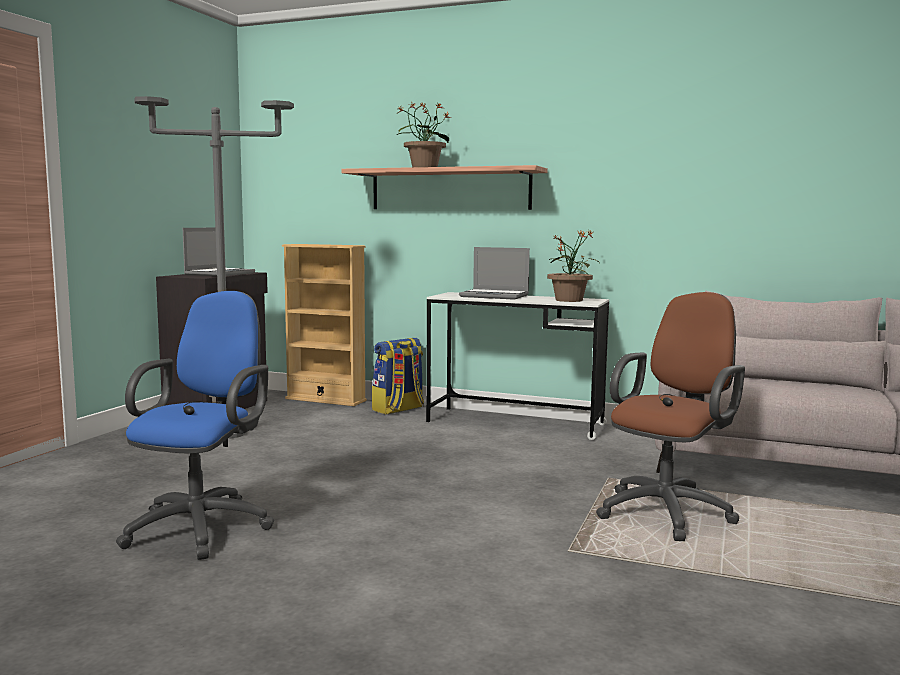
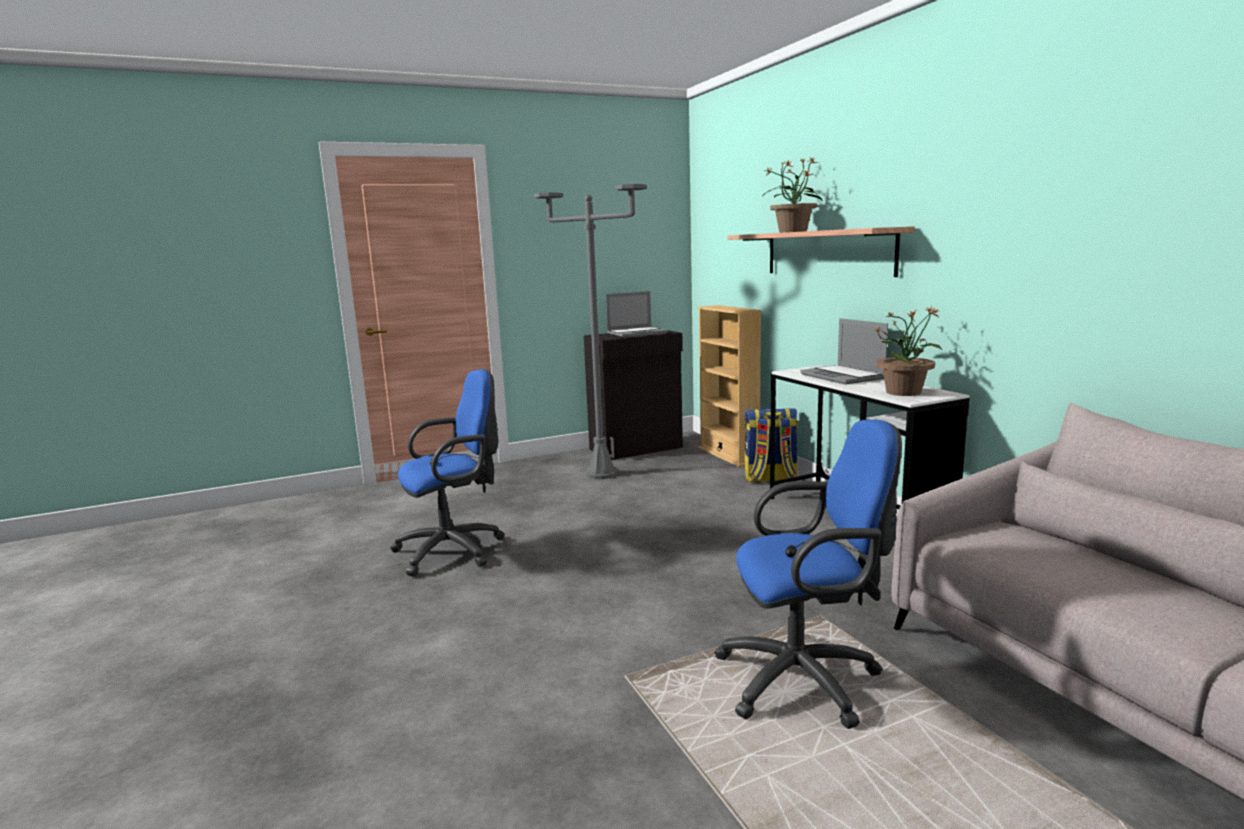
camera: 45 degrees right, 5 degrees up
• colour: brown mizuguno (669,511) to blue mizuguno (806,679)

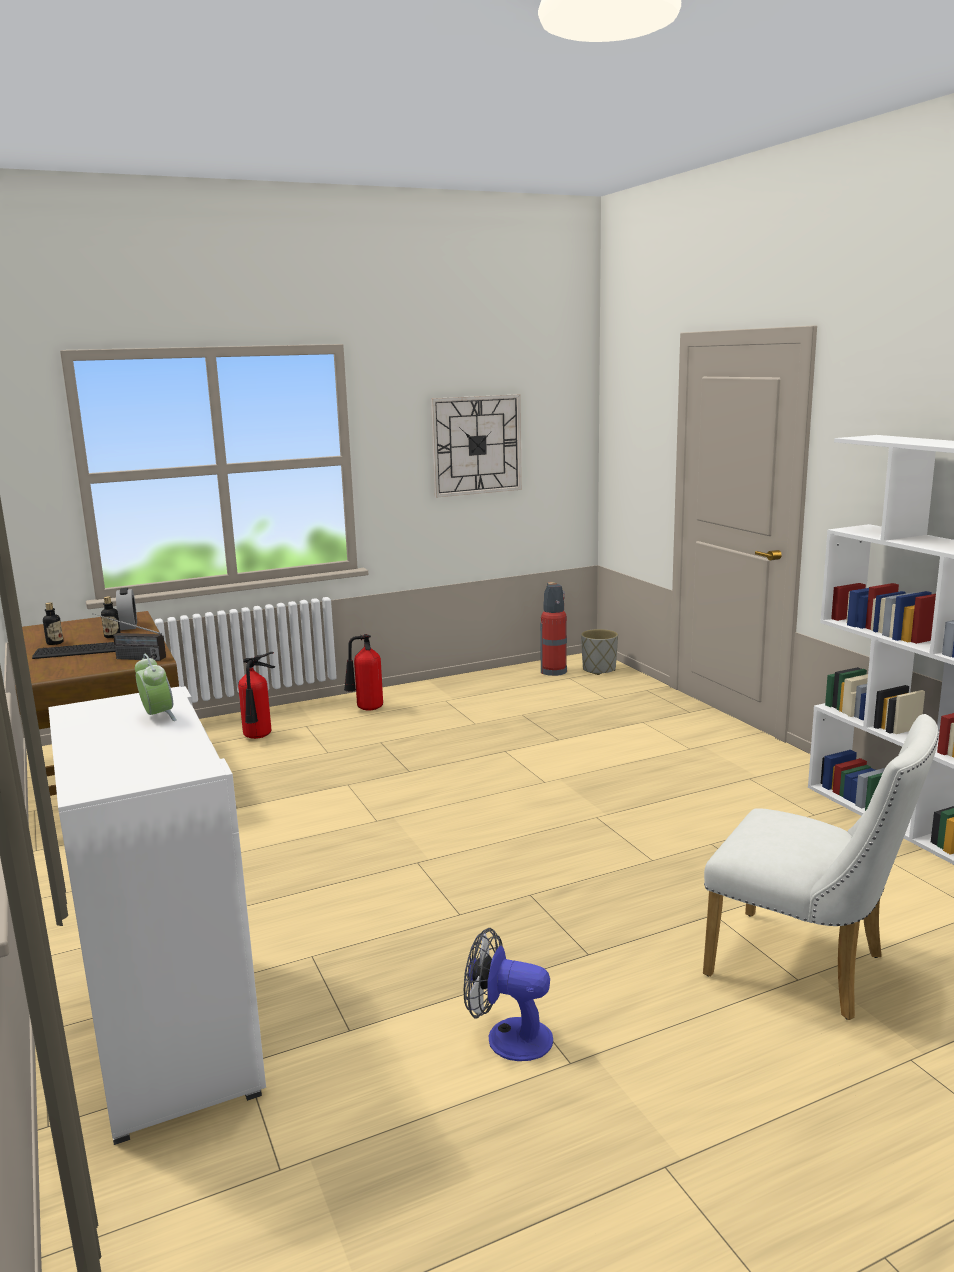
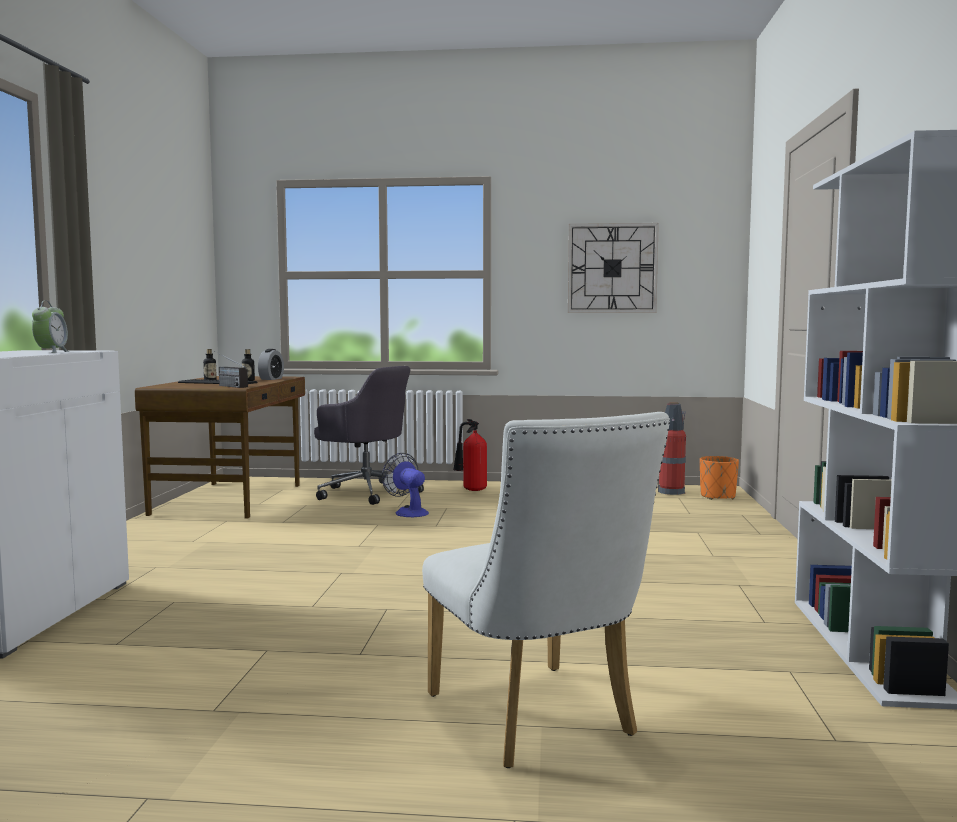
camera: 30 degrees right, 10 degrees down
• exchanged: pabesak (258,738) to grey mizuguno (366,492)
• relocated: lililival (508,1037) to (408,512)
• colour: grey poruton (599,670) to orange poruton (718,496)

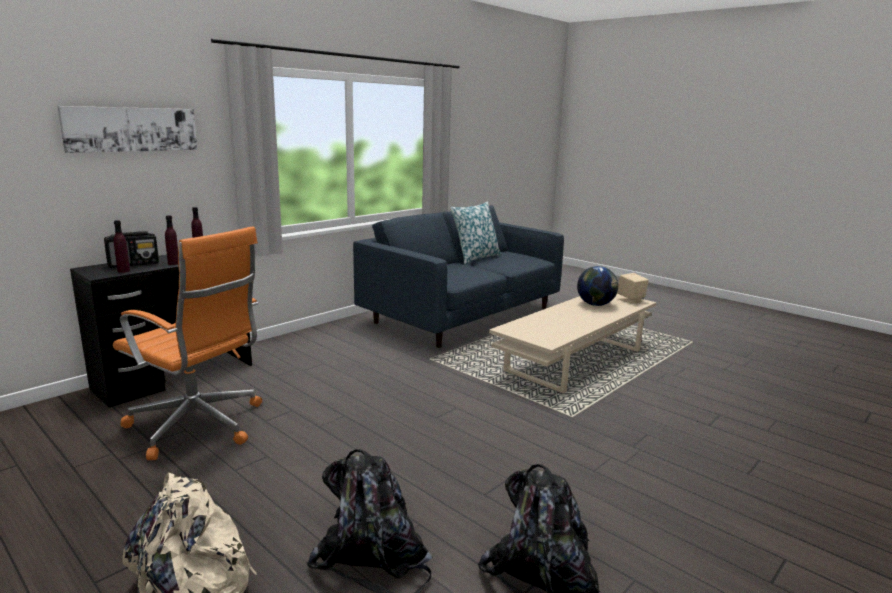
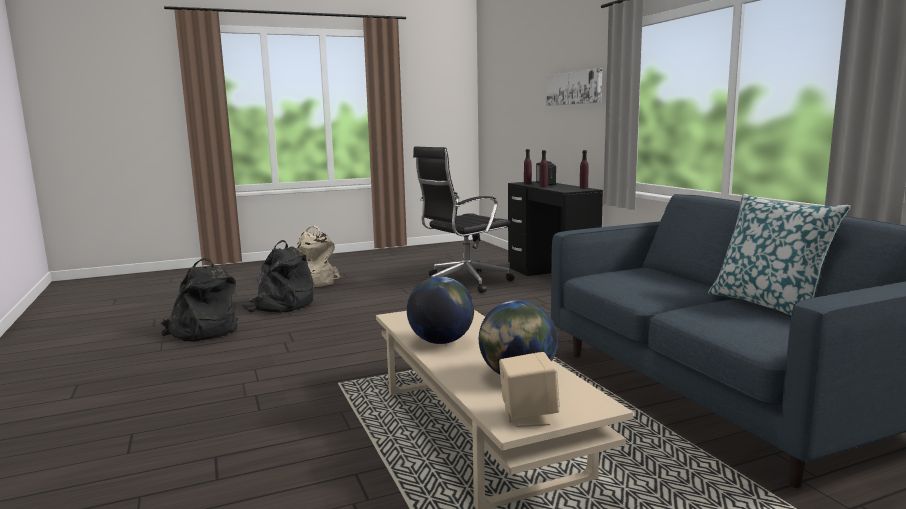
camera: 115 degrees right, 5 degrees down
• colour: orange mizuguno (198,426) to black mizuguno (463,282)
• appeared: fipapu (441,341)

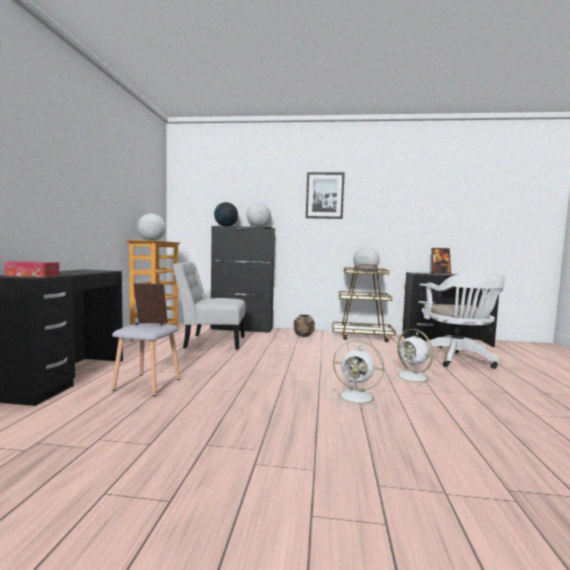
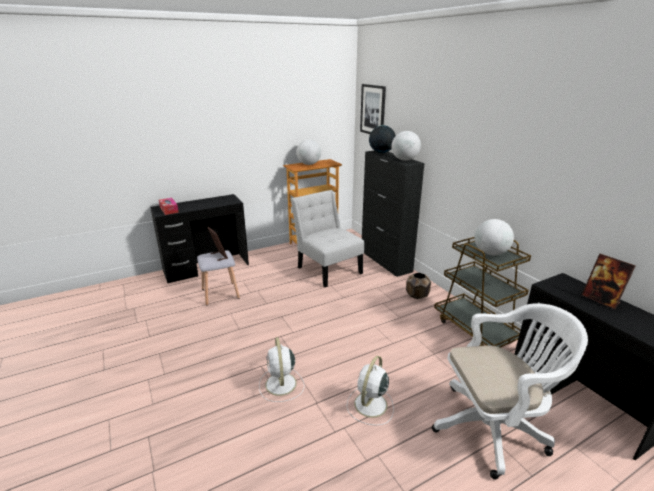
camera: 55 degrees right, 20 degrees up
• relocated: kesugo (324,195) to (373,110)
• spun: white mizuguno (457,359) = (494,427) 150 degrees counterclockwise

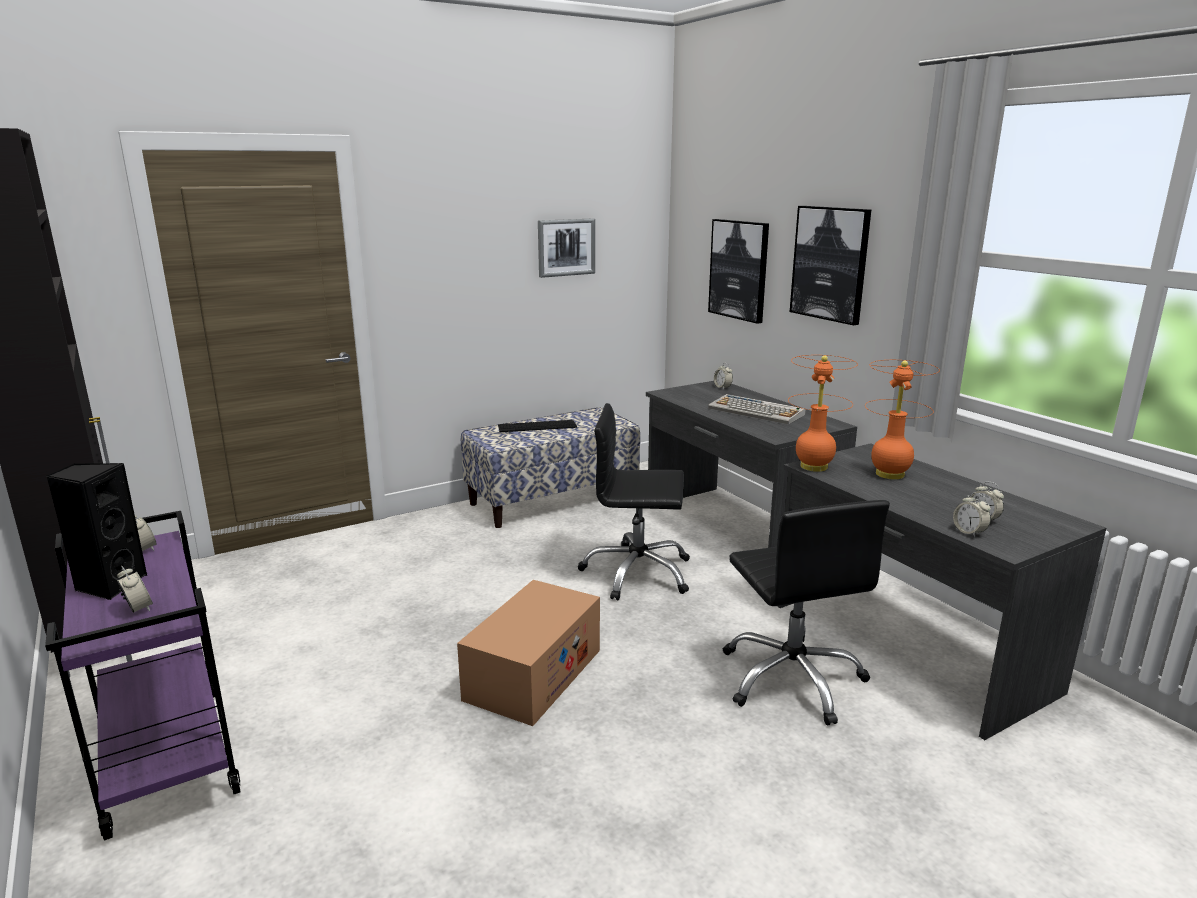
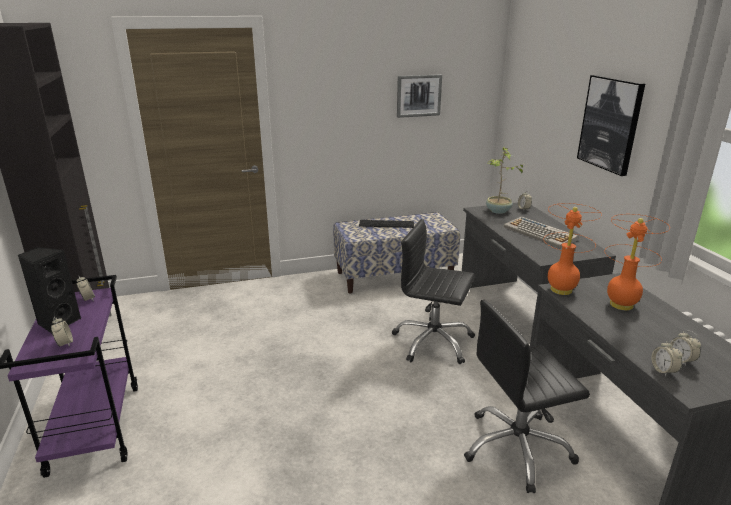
camera: 15 degrees right, 5 degrees up
• missing: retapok (533,674)
• missing: kesugo (739,270)
• spun: black mizuguno (792,678) = (517,448) 75 degrees clockwise
• appeared: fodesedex (498,211)

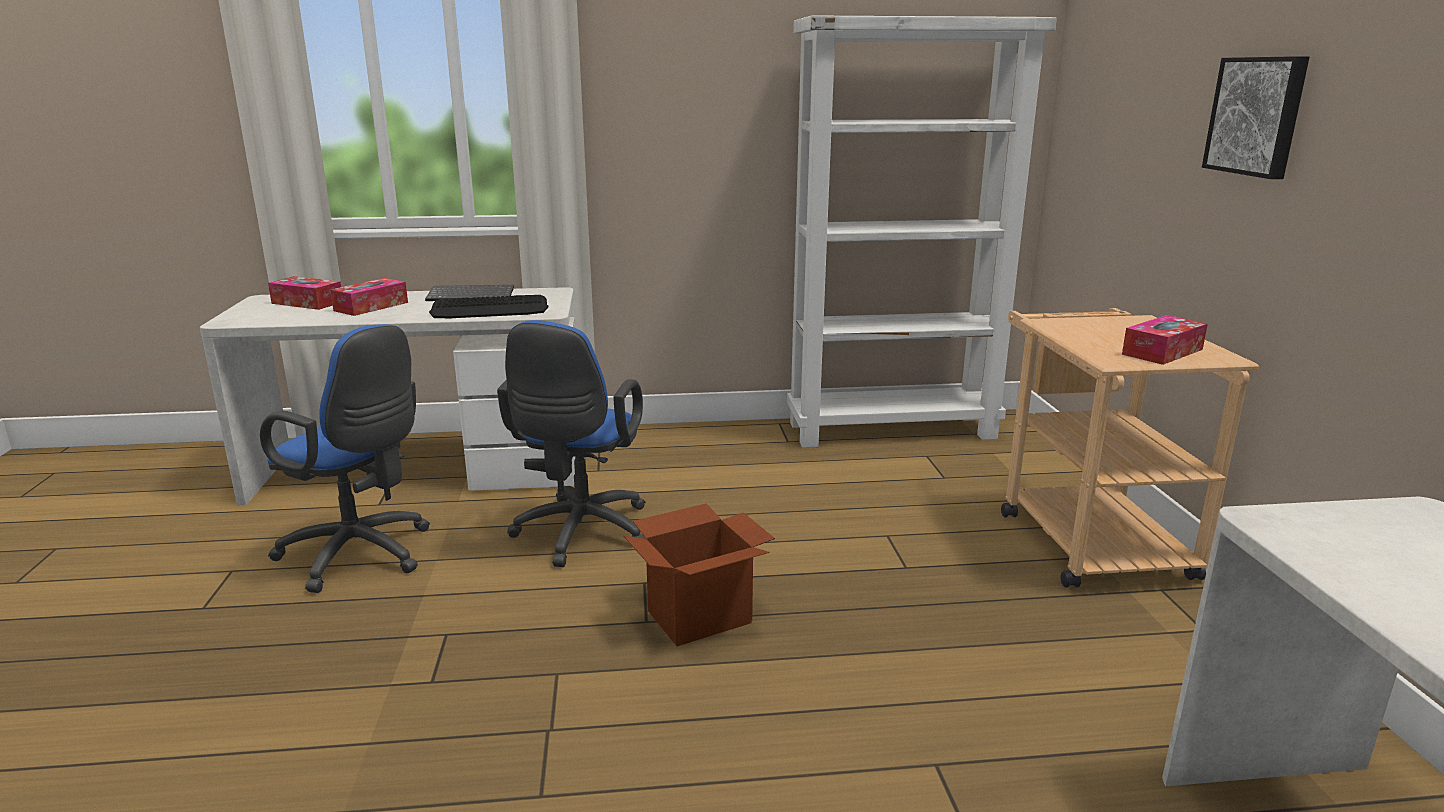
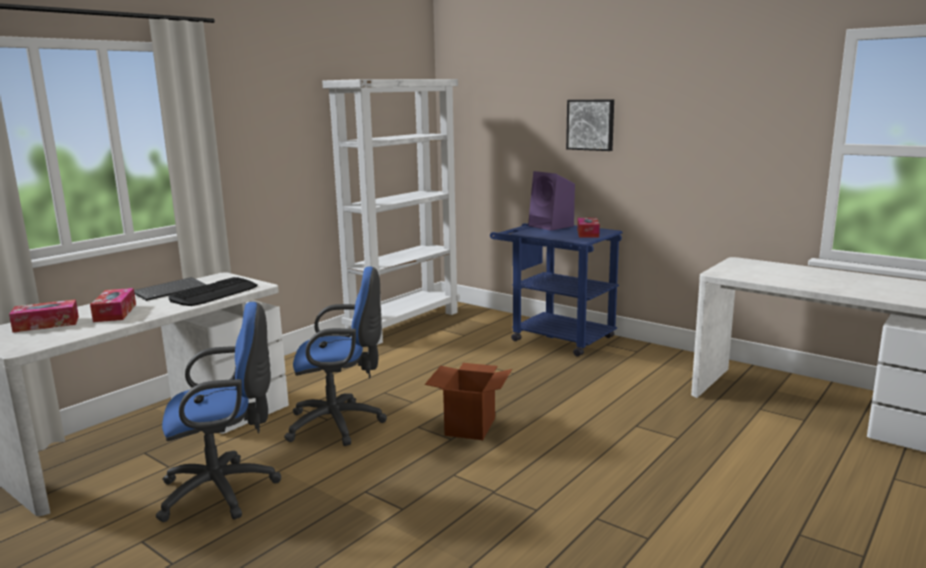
camera: 45 degrees left, 5 degrees down
• spun: blue mizuguno (580,534) = (340,424) 60 degrees counterclockwise
• colour: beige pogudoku (1085,536) to blue pogudoku (554,337)
• appeared: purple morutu (552,226)

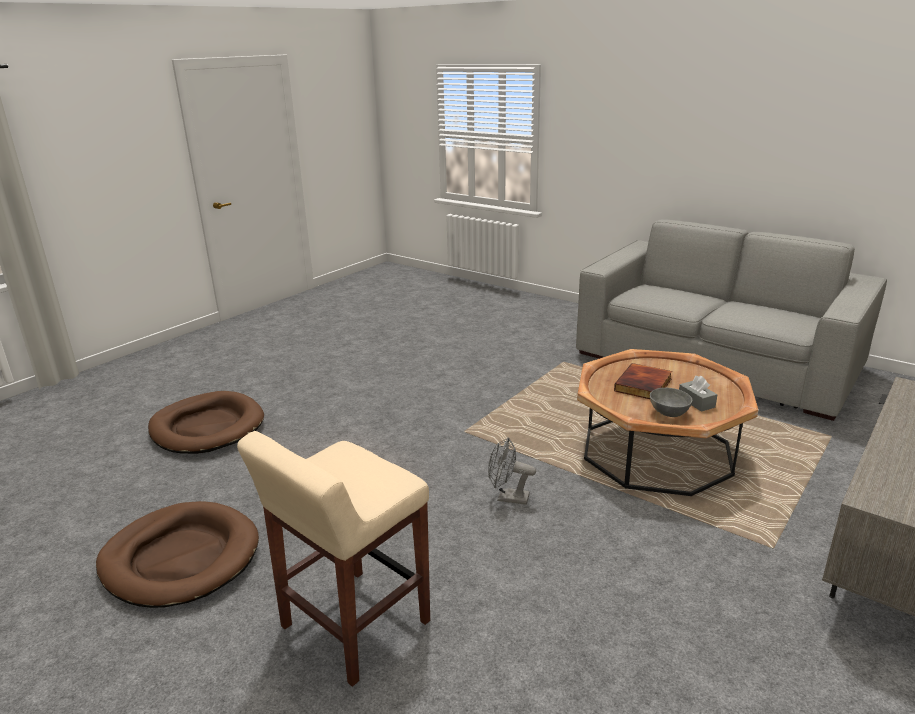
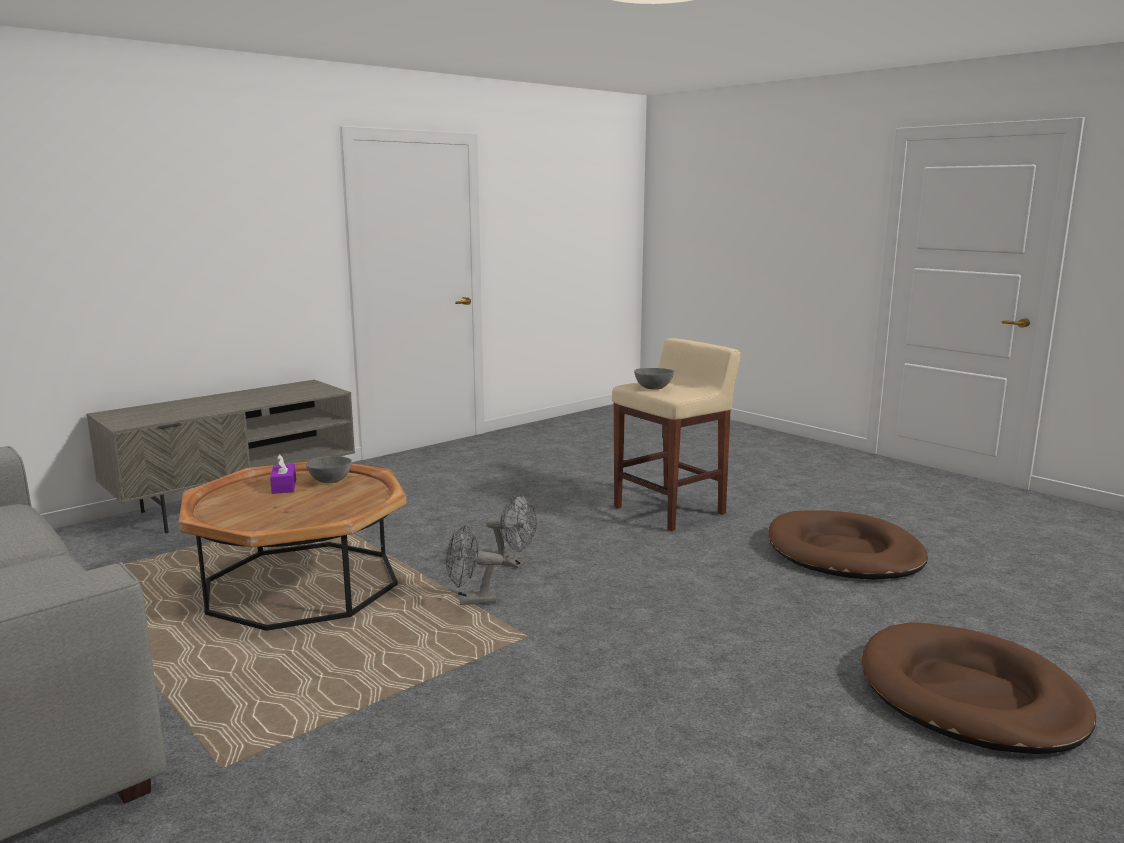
camera: 170 degrees left, 10 degrees down
• missing: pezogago (644,385)
• colour: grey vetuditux (696,402) to purple vetuditux (284,486)
• appeared: grey lililival (470,601)
• appeared: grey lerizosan (653,388)

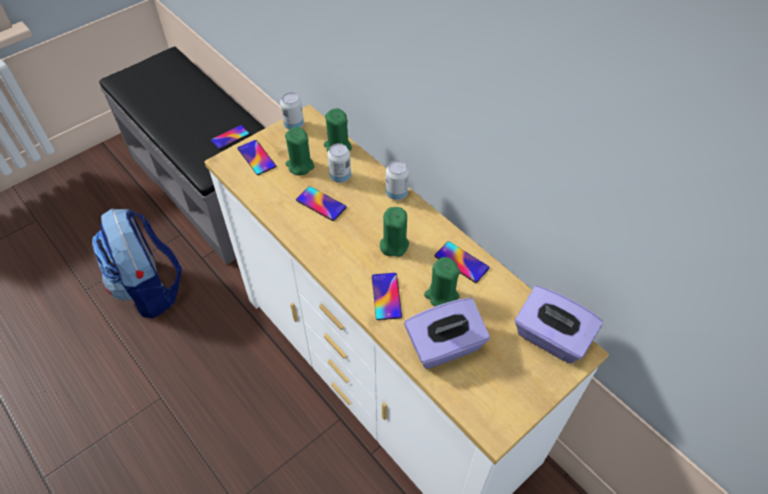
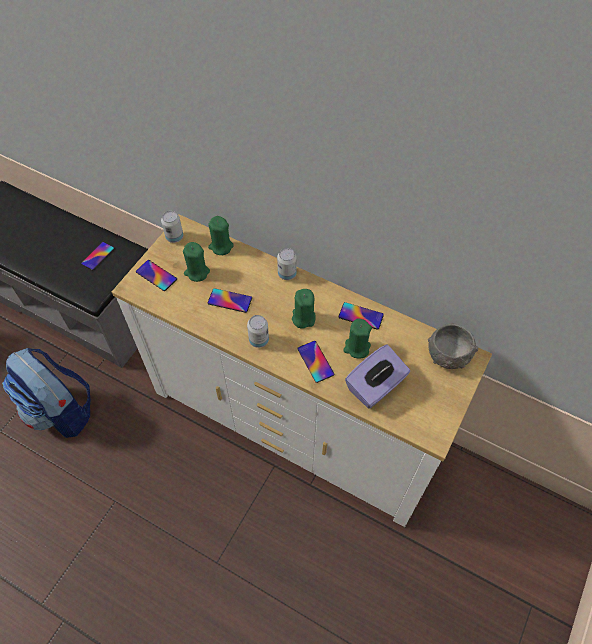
camera: 20 degrees left, 5 degrees up
• relocated: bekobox (340,176) to (259,340)
• exchanged: purple vetuditux (551,338) to grey lerizosan (448,355)

